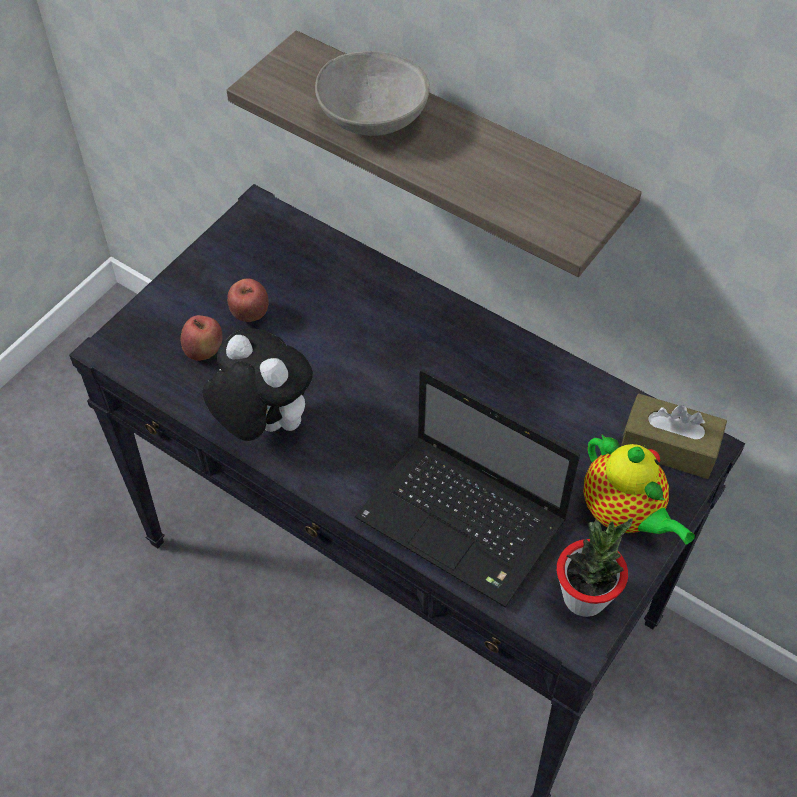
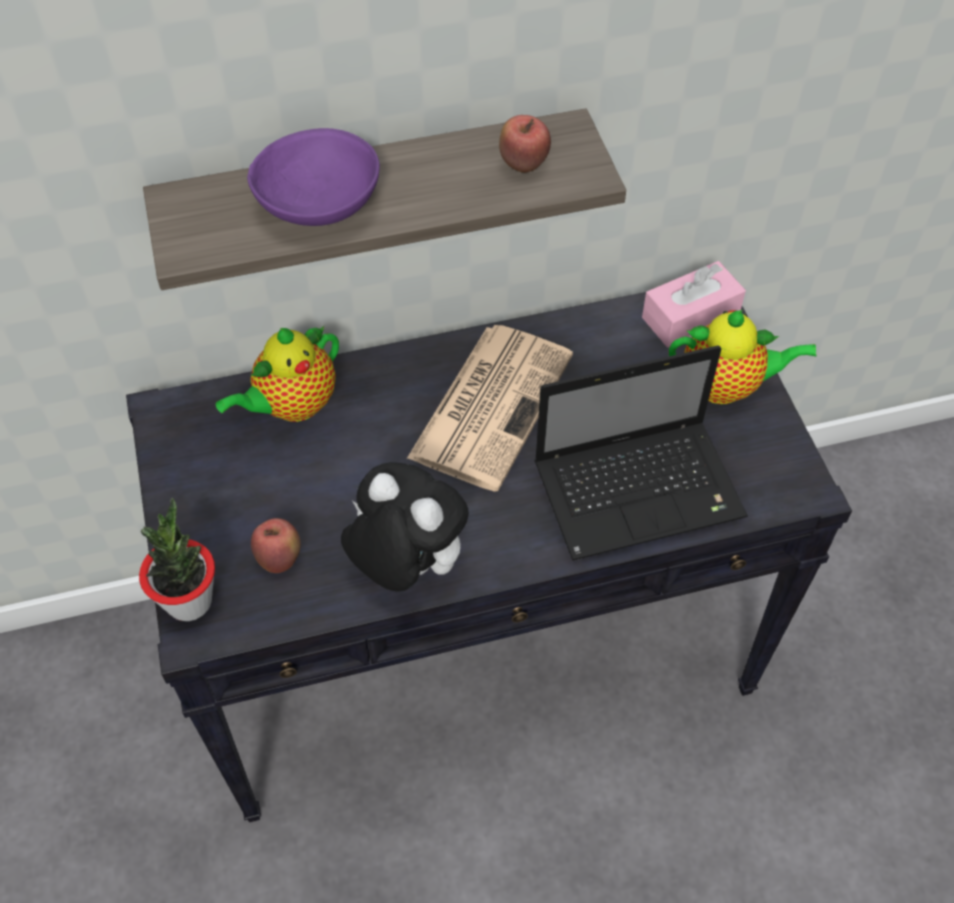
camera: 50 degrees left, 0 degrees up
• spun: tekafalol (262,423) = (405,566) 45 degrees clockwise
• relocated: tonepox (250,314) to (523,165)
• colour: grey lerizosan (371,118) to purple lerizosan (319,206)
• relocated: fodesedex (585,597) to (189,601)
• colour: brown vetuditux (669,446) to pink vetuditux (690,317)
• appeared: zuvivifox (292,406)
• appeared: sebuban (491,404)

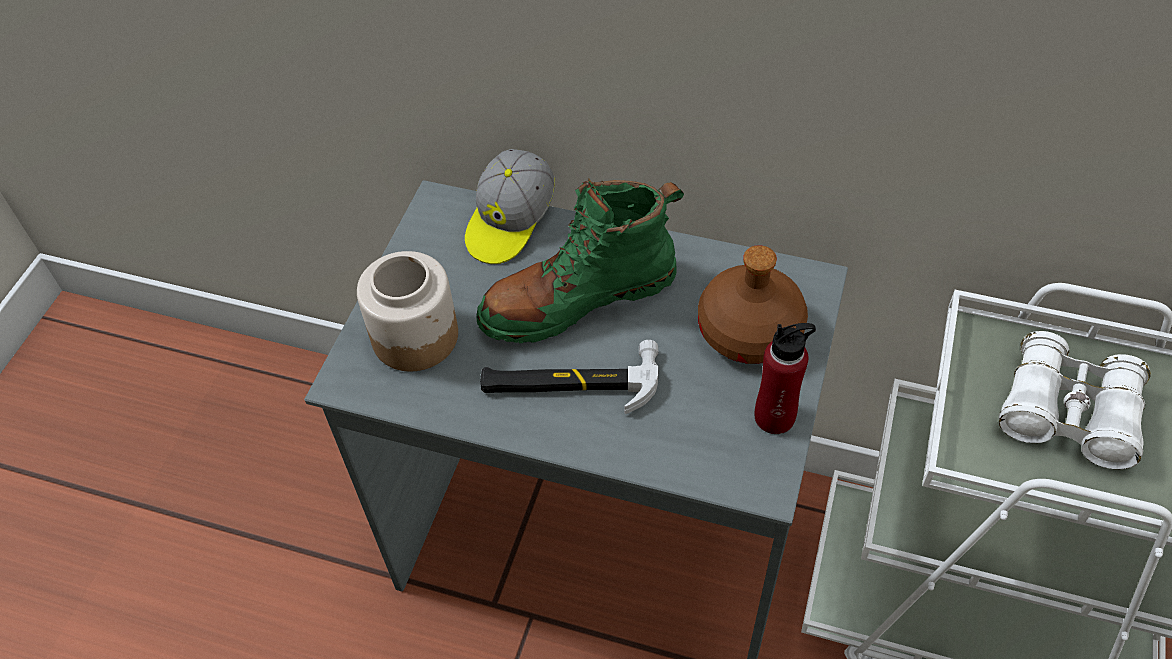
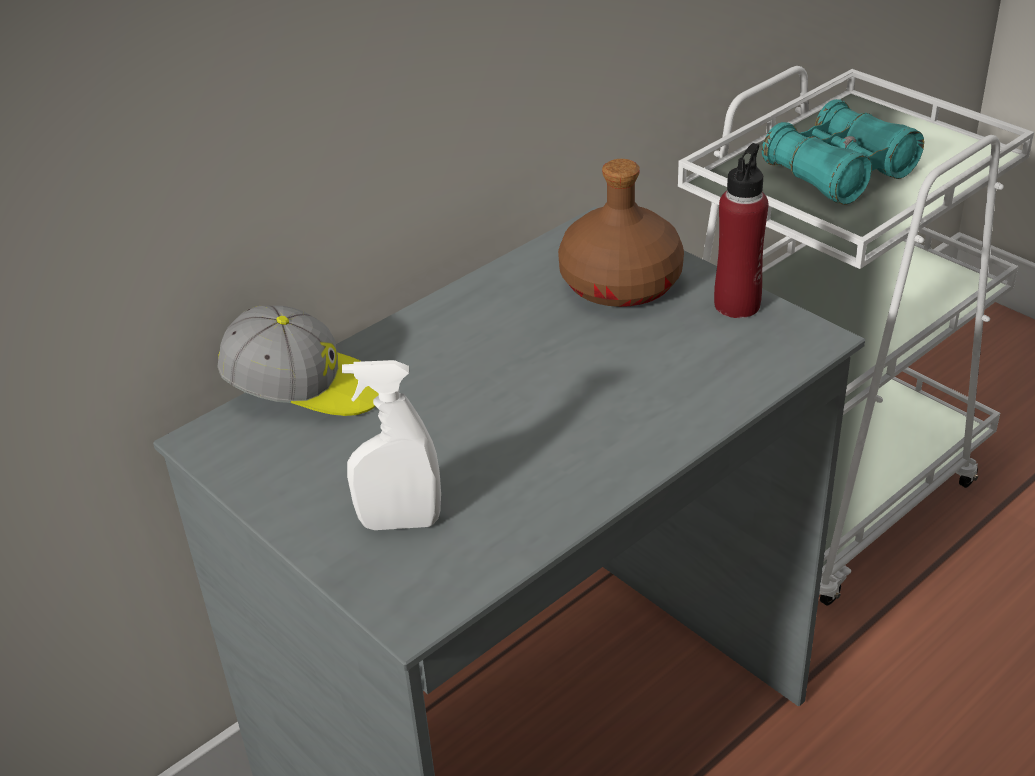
camera: 60 degrees left, 15 degrees down
• exchanged: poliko (415,335) to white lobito (400,522)
• spun: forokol (510,222) = (305,391) 45 degrees counterclockwise
• missing: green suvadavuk (578,299)
• missing: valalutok (570,382)
• colour: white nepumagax (1068,413) to turquoise nepumagax (839,172)

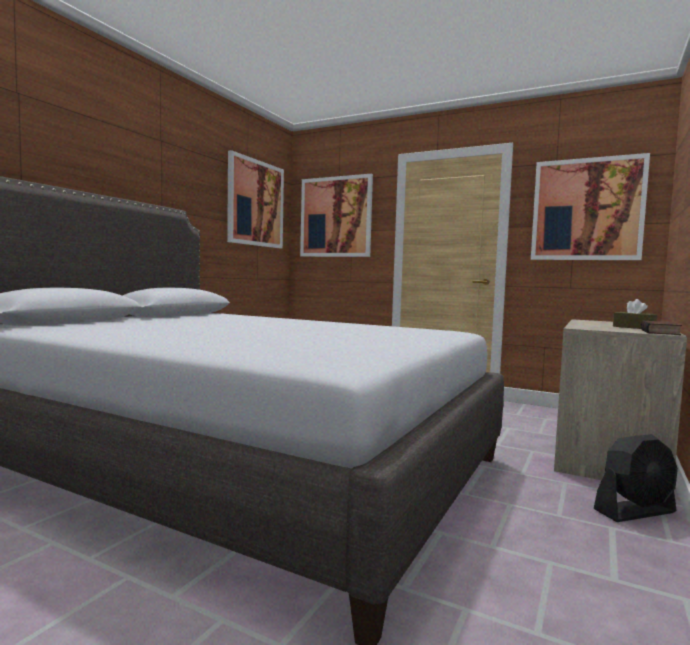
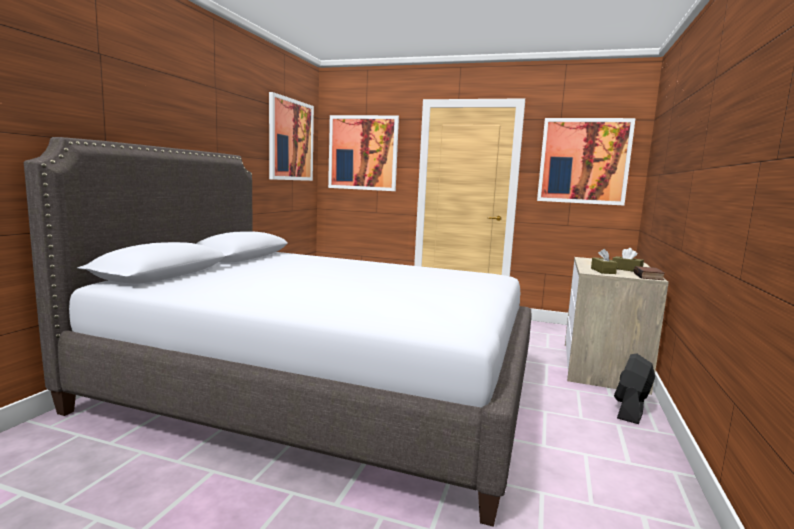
camera: 10 degrees left, 5 degrees up
• spun: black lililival (635,511) = (630,410) 150 degrees clockwise
• appeared: brown vetuditux (603,271)

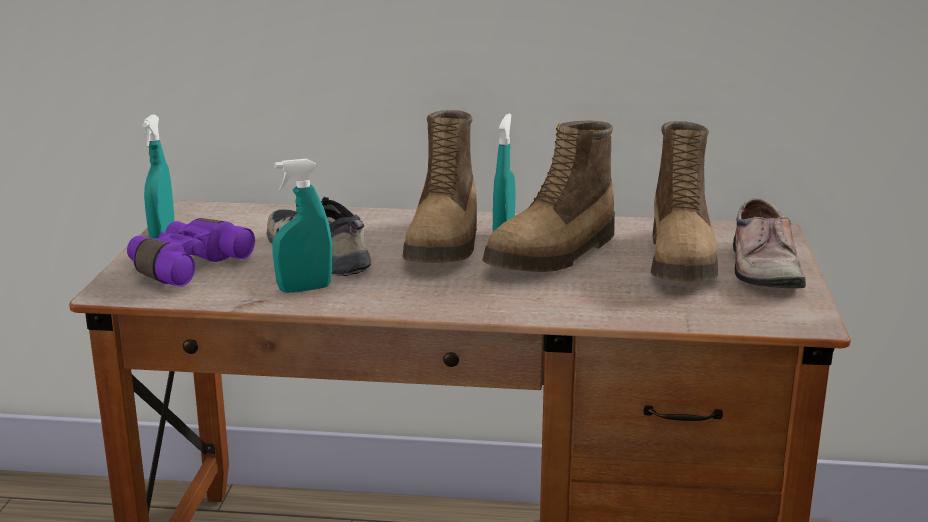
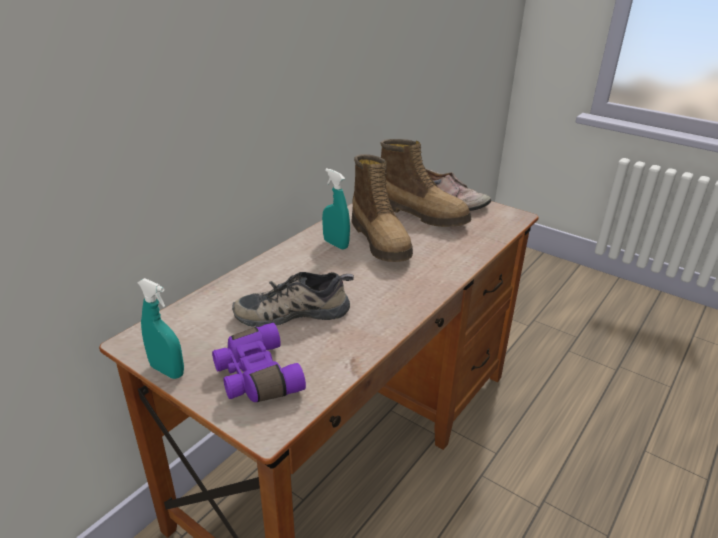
camera: 60 degrees left, 10 degrees up
• missing: turquoise lobito (304,289)
• missing: suvadavuk (445,244)

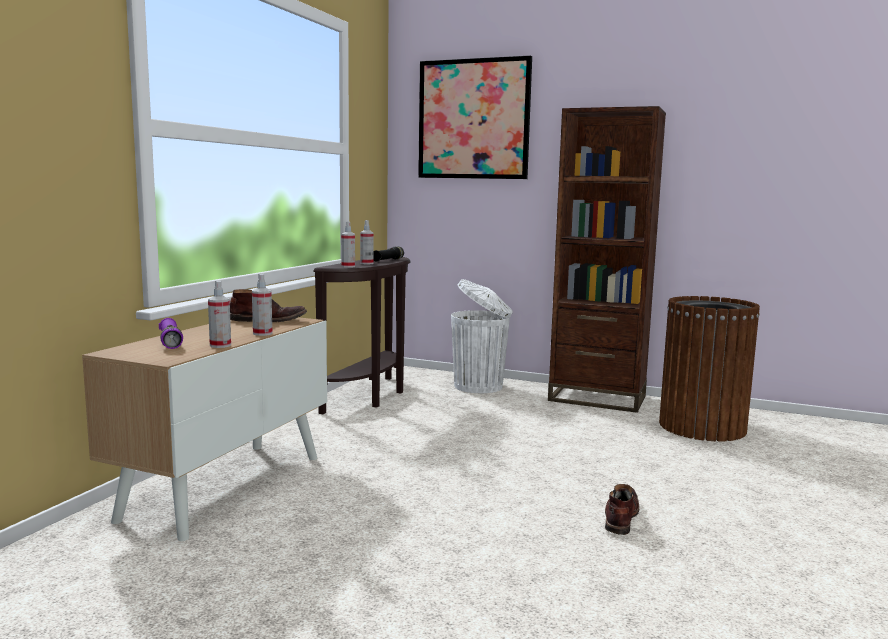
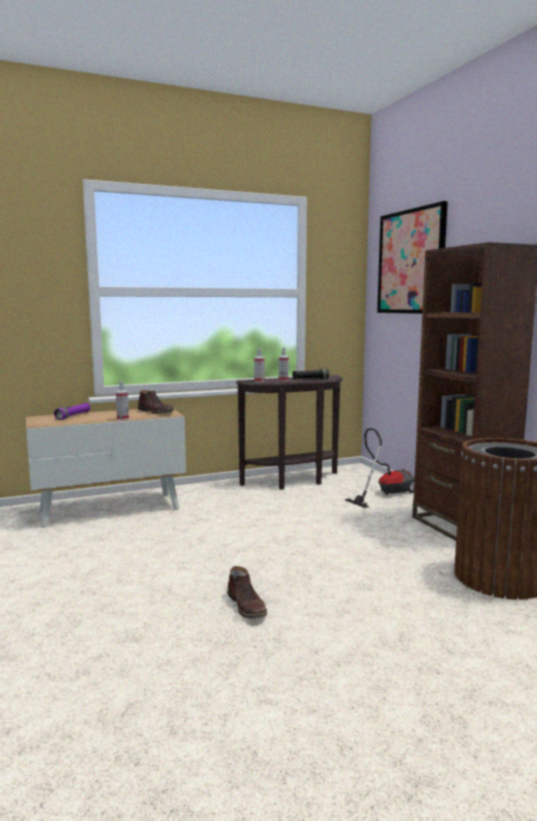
camera: 45 degrees right, 0 degrees up
• missing: lobito (220,345)
• exchanged: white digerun (480,386) to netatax (385,493)
• spun: brown suvadavuk (620,517) = (247,606) 90 degrees clockwise

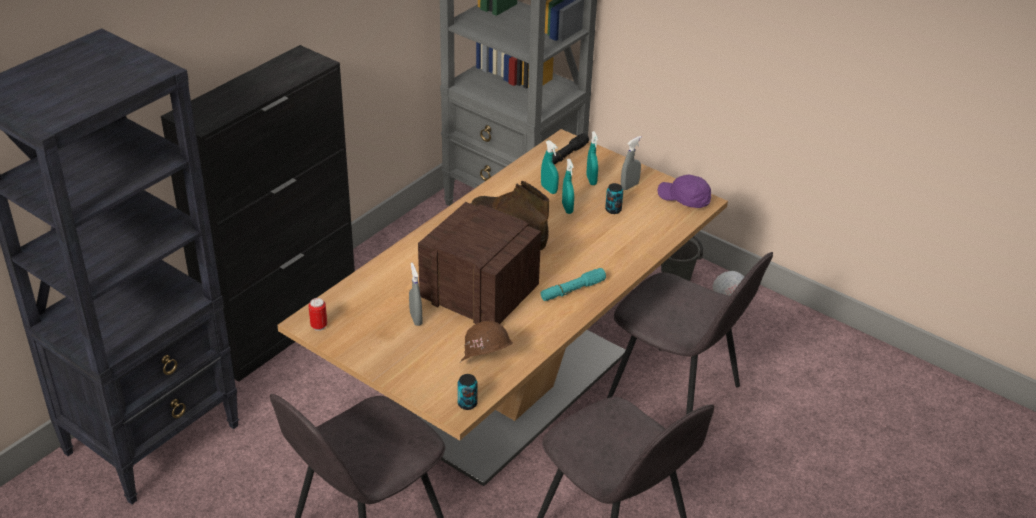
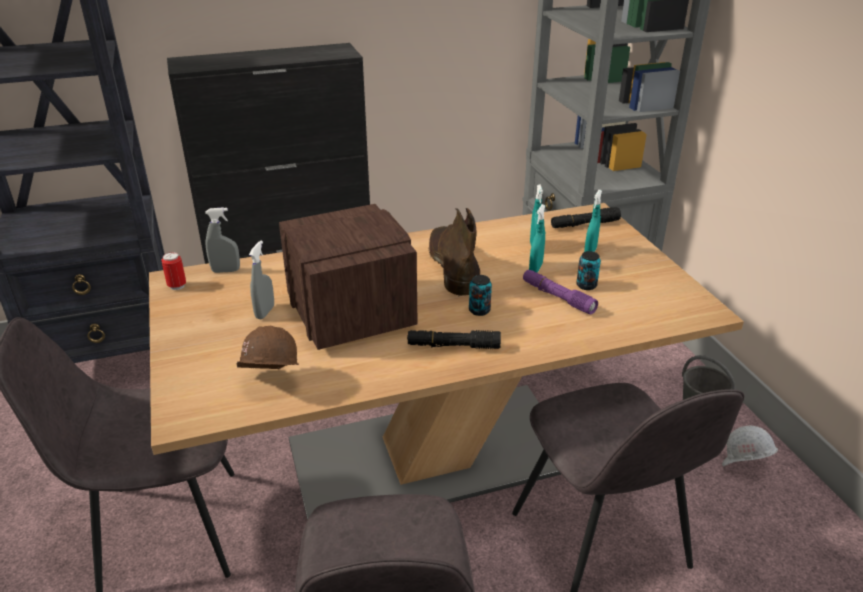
camera: 35 degrees right, 5 degrees down
• relocated: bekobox (467,404) to (479,310)
• colour: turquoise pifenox (572,290) to black pifenox (453,346)
• relocated: grey lobito (629,186) to (226,271)
• missing: purple forokol (684,199)
• appeared: purple pifenox (557,297)

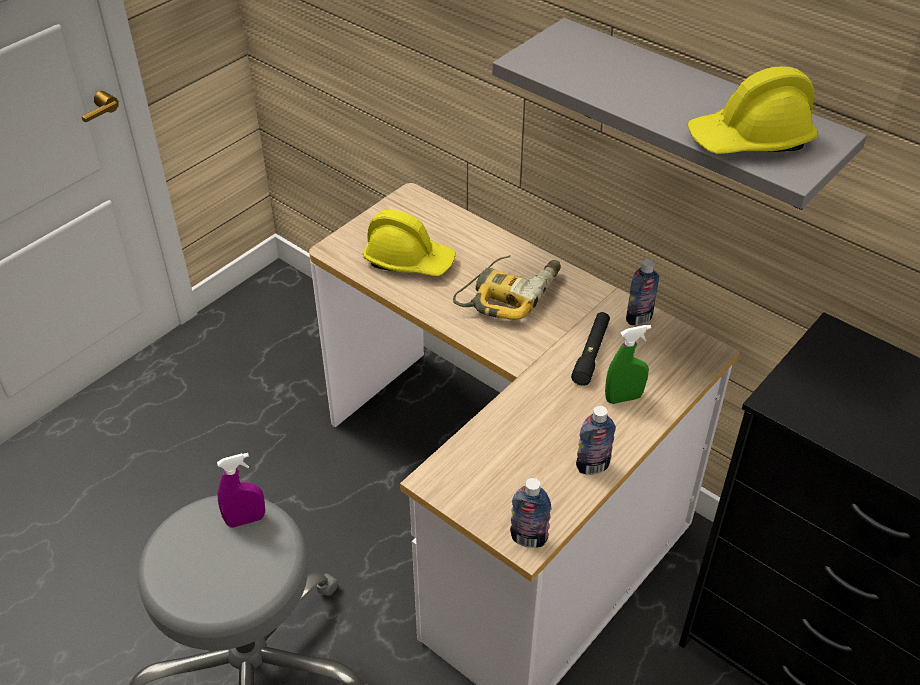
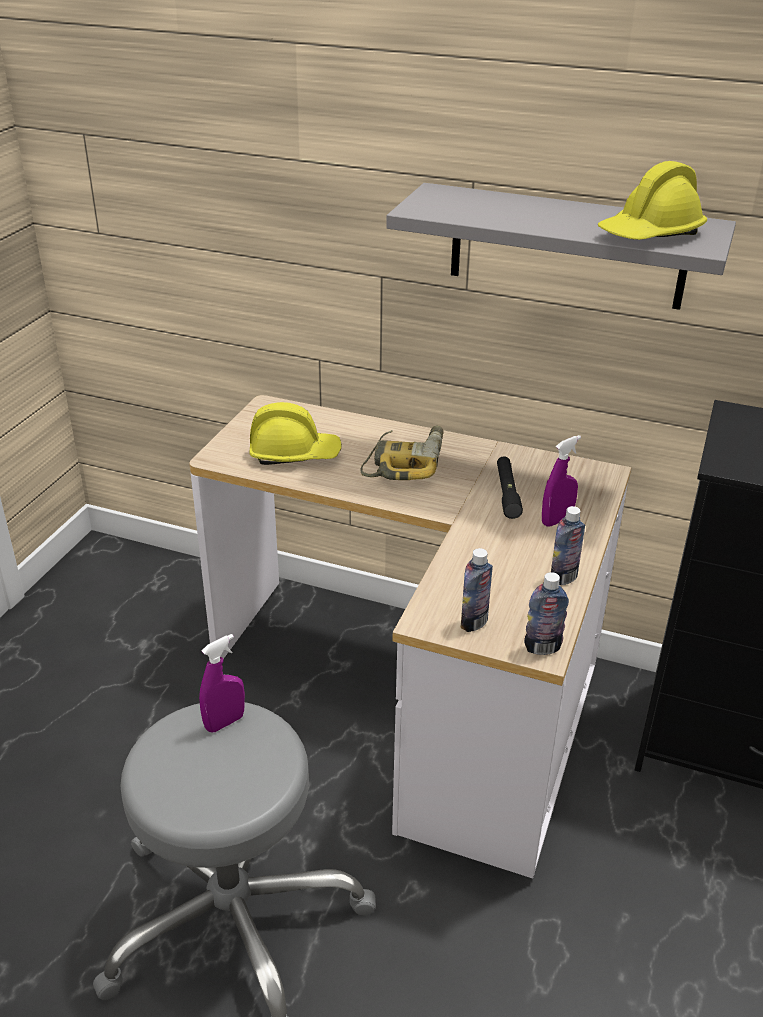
camera: 20 degrees left, 10 degrees down
• colour: green lobito (623,398) to purple lobito (557,520)
• relocated: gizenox (639,319) to (474,622)

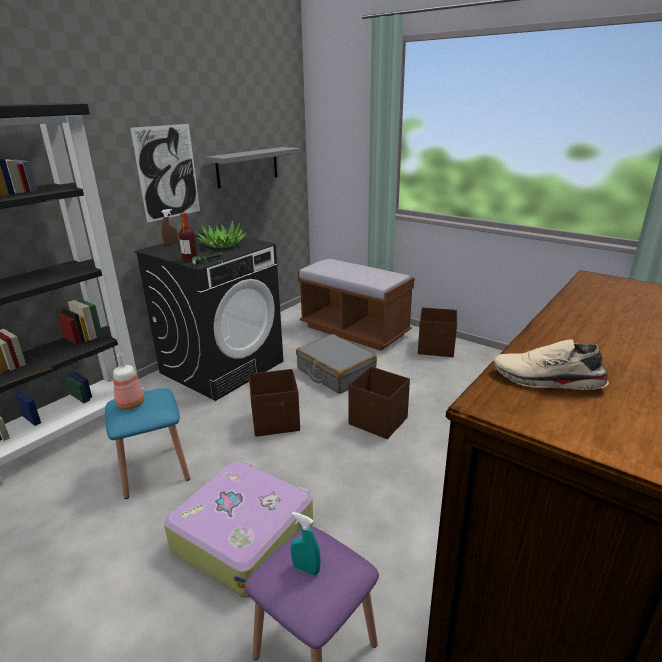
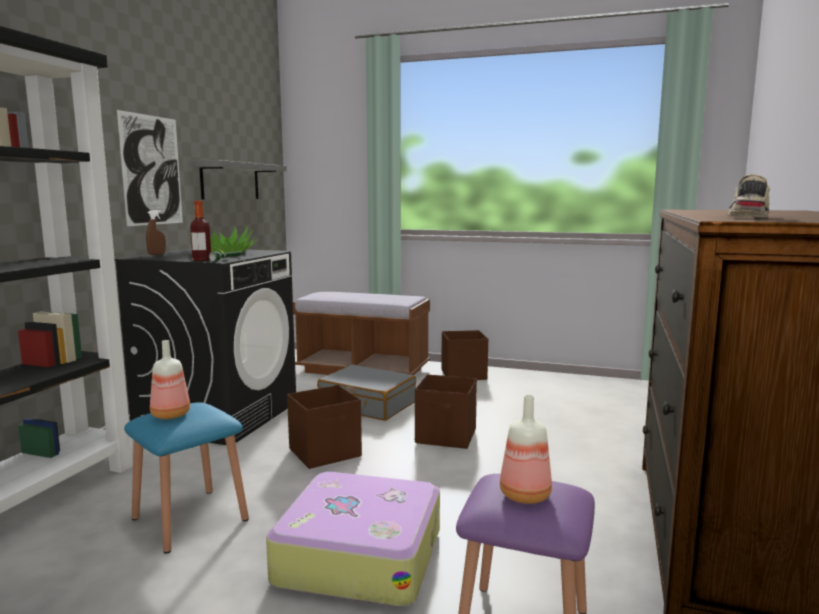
camera: 20 degrees left, 15 degrees down
• exchanged: turquoise lobito (306,569) to gizenox (523,495)
• spun: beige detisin (546,381) = (746,217) 120 degrees clockwise

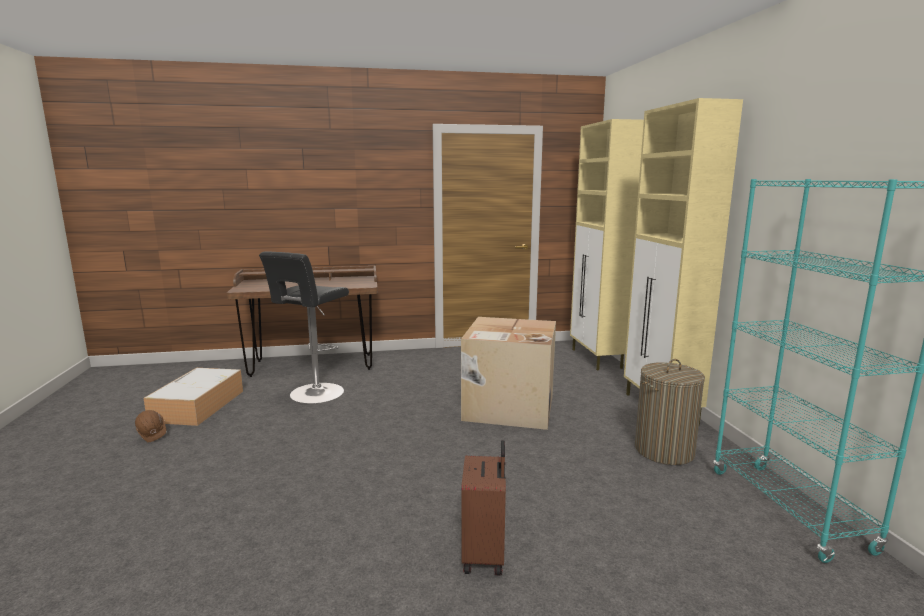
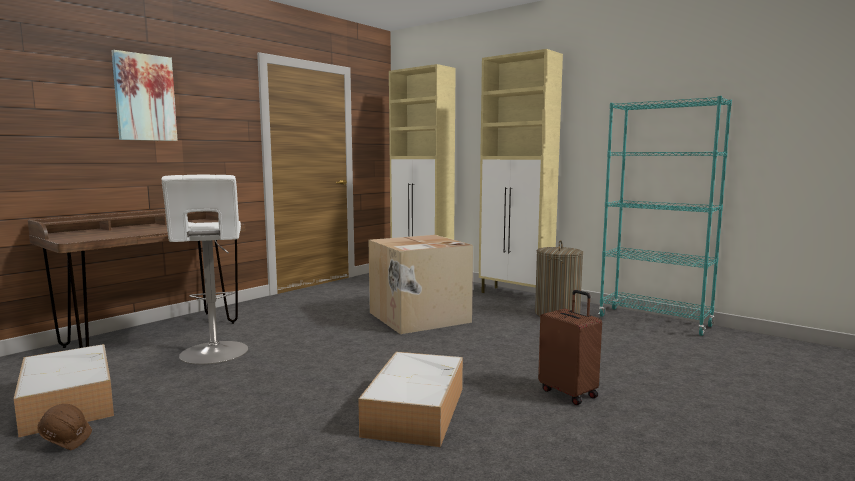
camera: 40 degrees left, 5 degrees down
• colour: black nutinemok (314,394) to white nutinemok (214,354)
• appeared: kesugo (145,97)
• appeared: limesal (415,410)

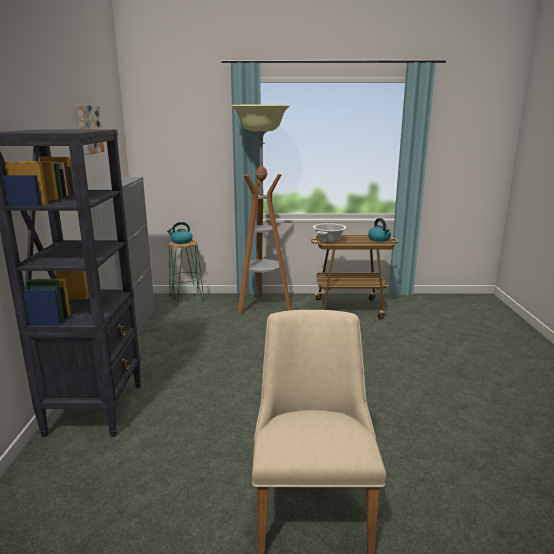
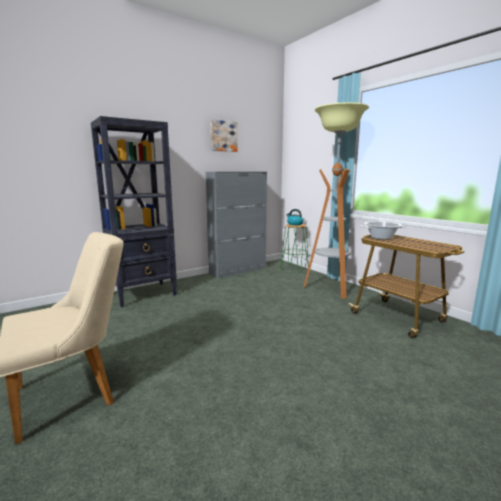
camera: 55 degrees right, 5 degrees down
• missing: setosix (379,239)

